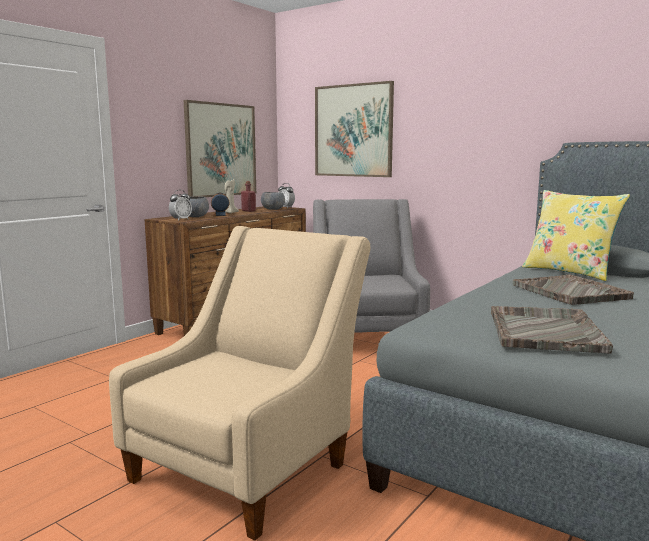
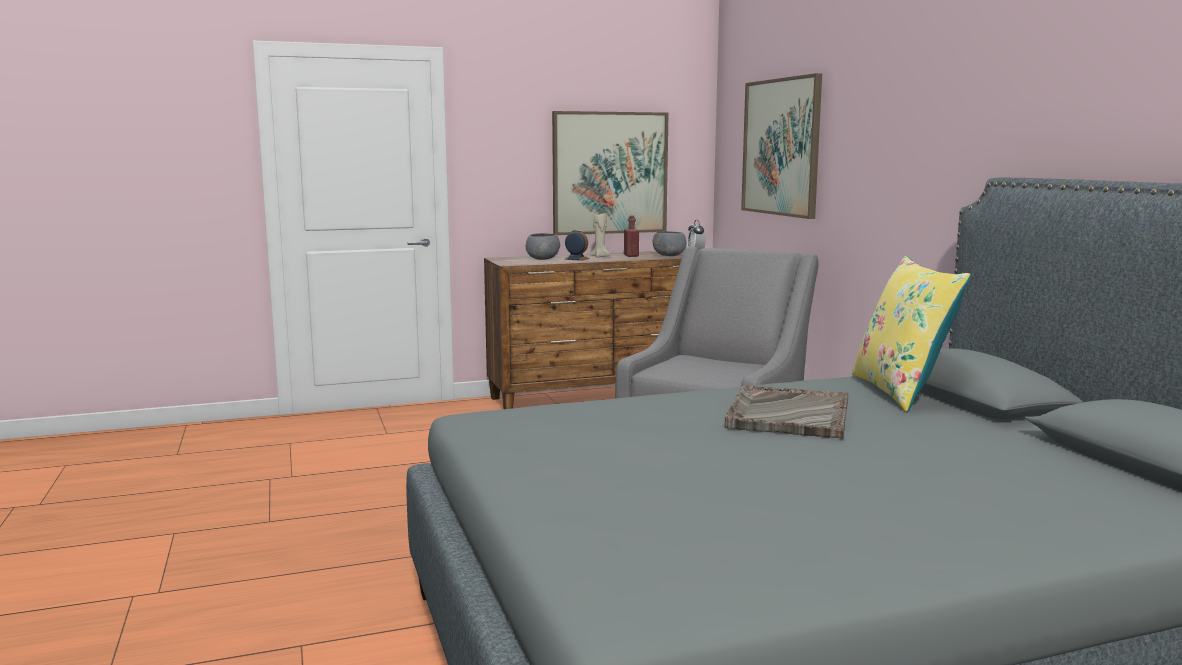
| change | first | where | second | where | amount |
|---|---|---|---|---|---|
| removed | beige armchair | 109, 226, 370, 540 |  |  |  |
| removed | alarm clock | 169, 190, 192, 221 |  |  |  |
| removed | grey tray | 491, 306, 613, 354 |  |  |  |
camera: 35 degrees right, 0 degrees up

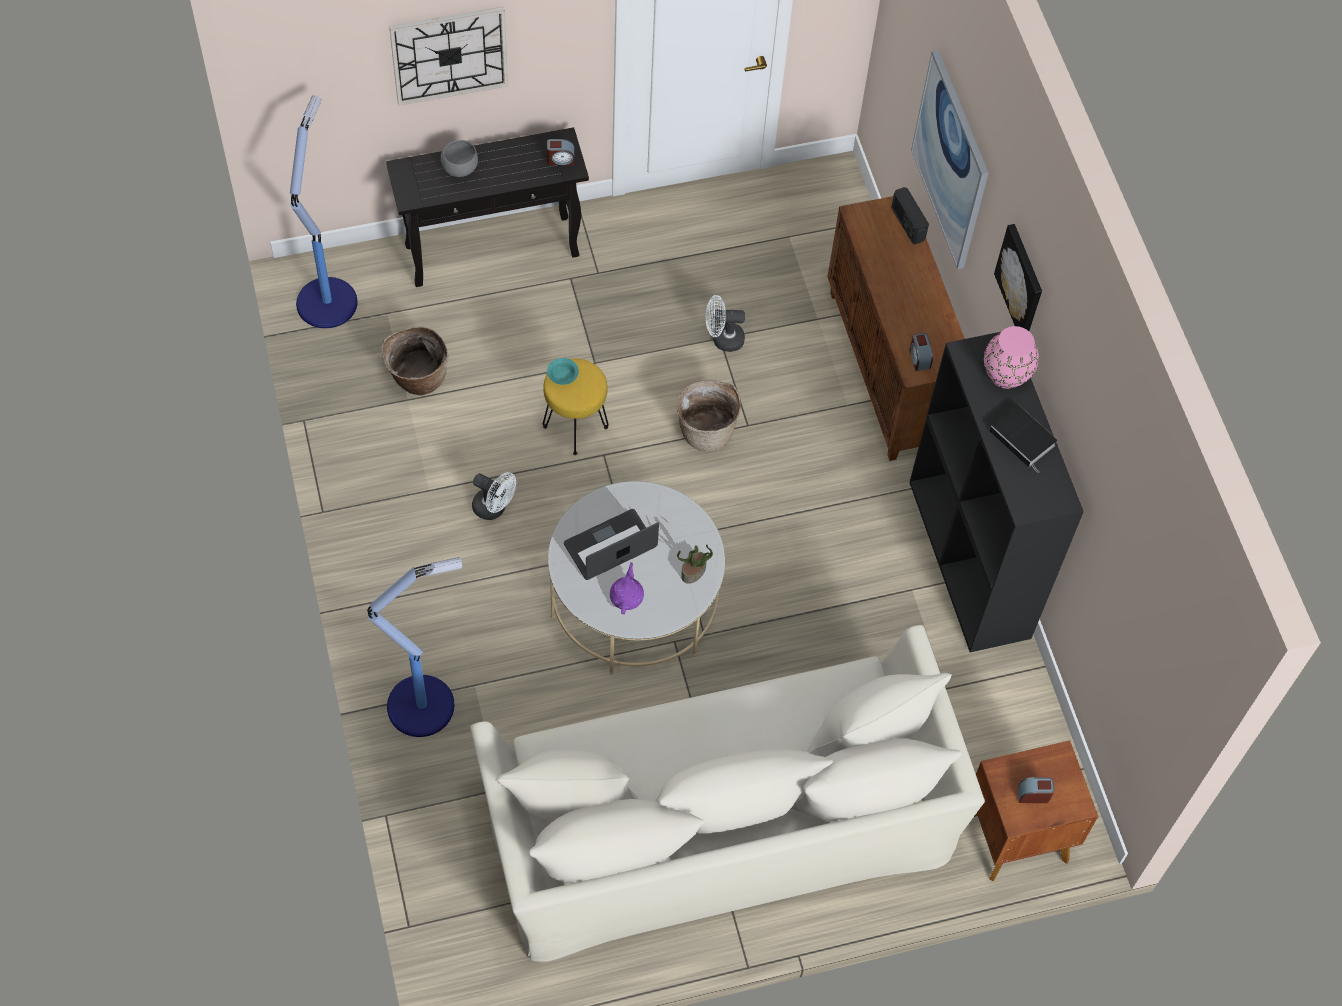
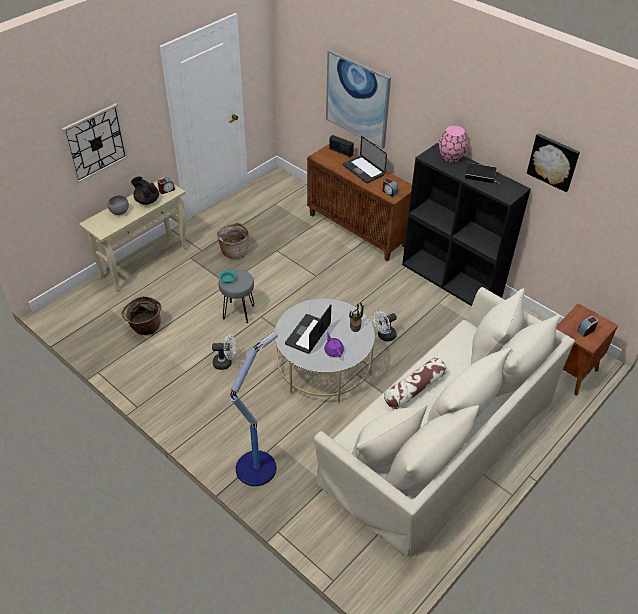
| change | first | where | second | where | amount |
|---|---|---|---|---|---|
| removed | floor lamp | 290, 95, 358, 328 |  |  |  |
| recoloured | black console table | 386, 127, 589, 287 | beige console table | 79, 177, 188, 292 |  |
| recoloured | yellow stool | 543, 359, 609, 455 | grey stool | 219, 269, 254, 323 |  |
| moved | basket | 677, 380, 741, 452 |  | 217, 223, 249, 259 |  |
| moved | white fan | 705, 295, 745, 352 |  | 373, 311, 397, 341 |  |
| moved | picture | 994, 224, 1042, 331 |  | 527, 134, 580, 192 |  |
| added |  |  | black teapot | 131, 176, 159, 205 |  |
| added |  |  | laptop | 343, 136, 387, 183 |  |
| added |  |  | pillow | 384, 357, 447, 409 |  |
camera: 30 degrees left, 15 degrees down

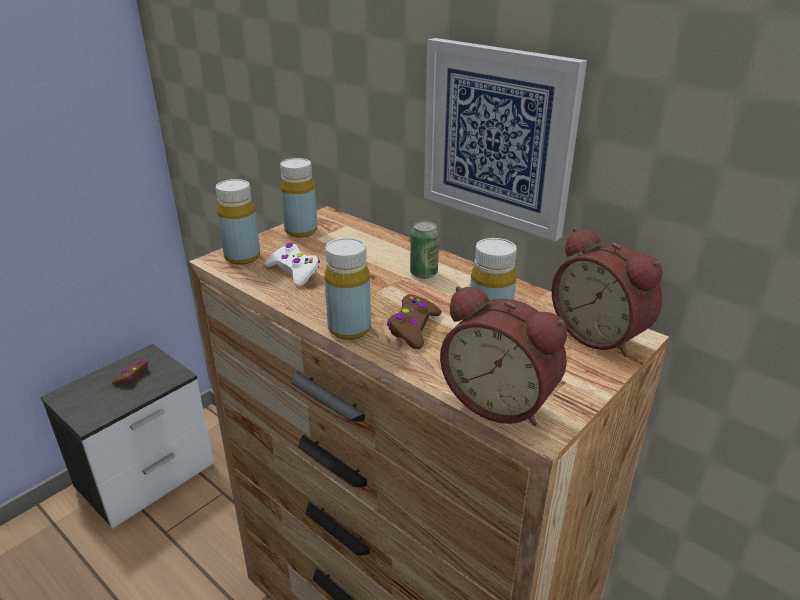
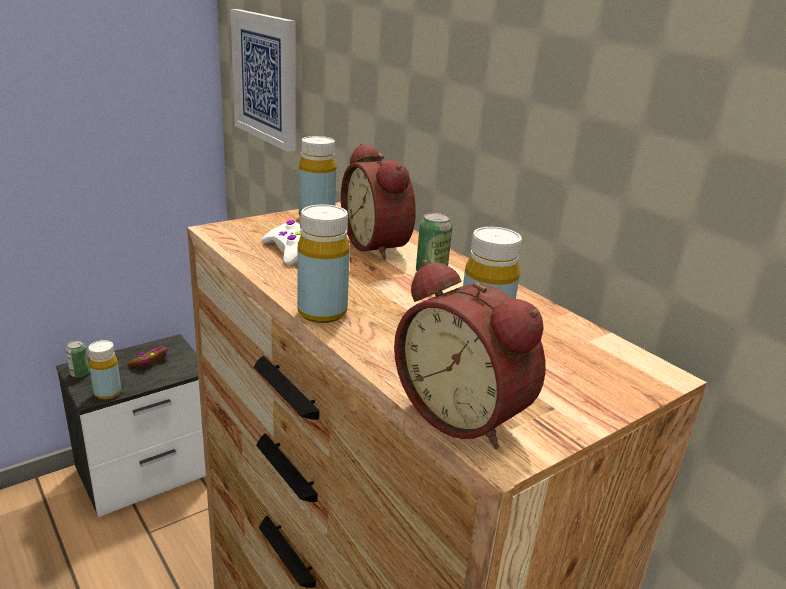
| change | first | where | second | where | amount |
|---|---|---|---|---|---|
| moved | yellow bottle | 216, 179, 260, 265 |  | 88, 340, 121, 400 |  |
| removed | brown game controller | 387, 294, 442, 349 |  |  |  |
| moved | picture | 424, 38, 587, 241 |  | 230, 9, 295, 152 |  |
| moved | alarm clock | 552, 227, 663, 357 |  | 341, 143, 416, 260 |  |
| added |  |  | can | 66, 340, 90, 377 |  |
camera: 10 degrees right, 5 degrees down

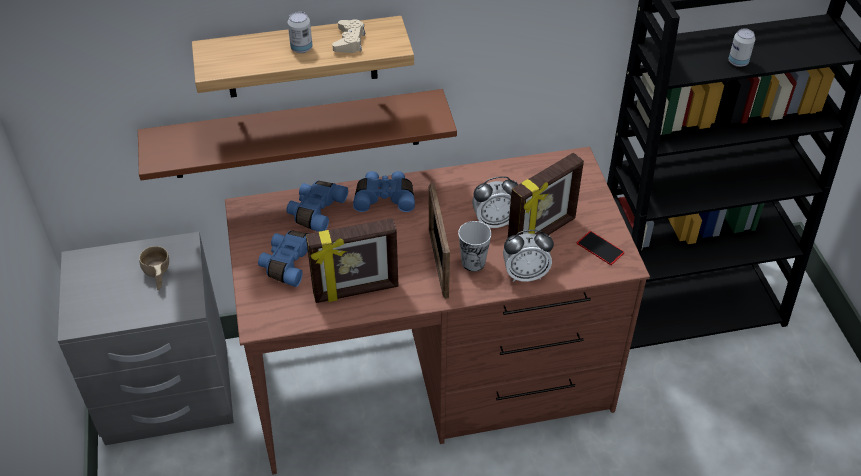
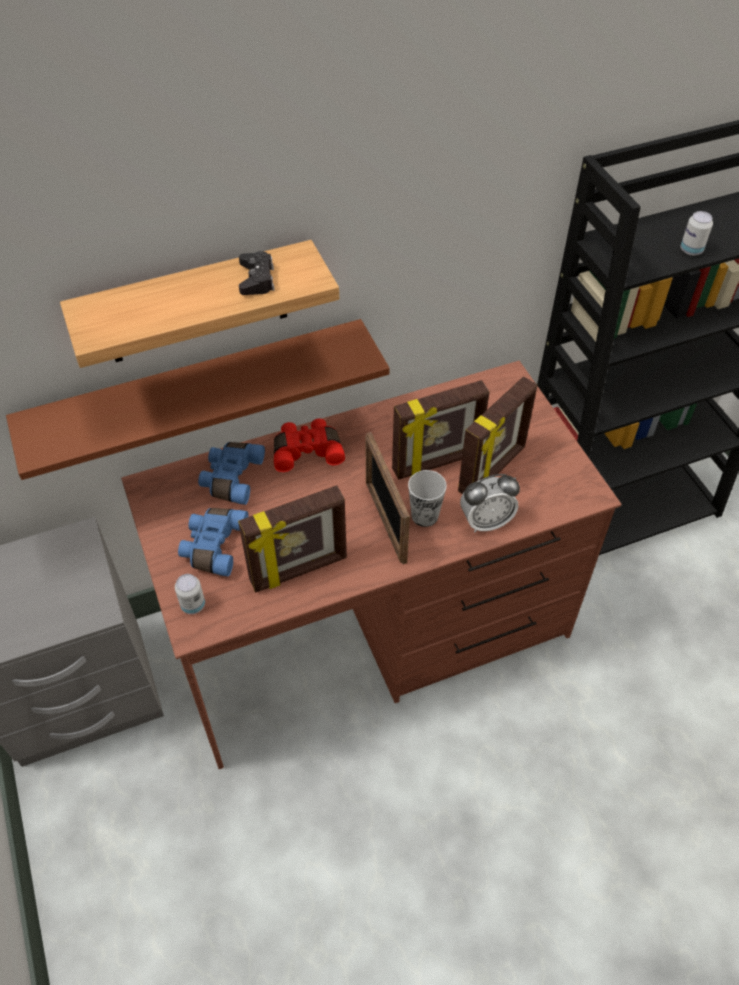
| change | first | where | second | where | amount |
|---|---|---|---|---|---|
| removed | beige cup | 139, 246, 169, 290 |  |  |  |
| moved | can | 288, 12, 313, 53 |  | 175, 574, 205, 614 |  |
| recoloured | beige game controller | 332, 19, 365, 53 | black game controller | 239, 251, 275, 295 |  |
| recoloured | blue binoculars | 353, 171, 415, 212 | red binoculars | 274, 418, 345, 472 |  |
| replaced | alarm clock | 472, 176, 518, 228 | picture frame | 392, 380, 489, 480 |  |
| removed | phone | 577, 231, 625, 265 |  |  |  |
camera: 10 degrees left, 5 degrees up

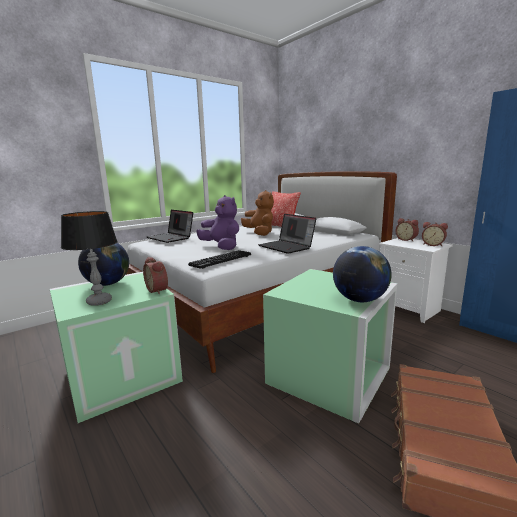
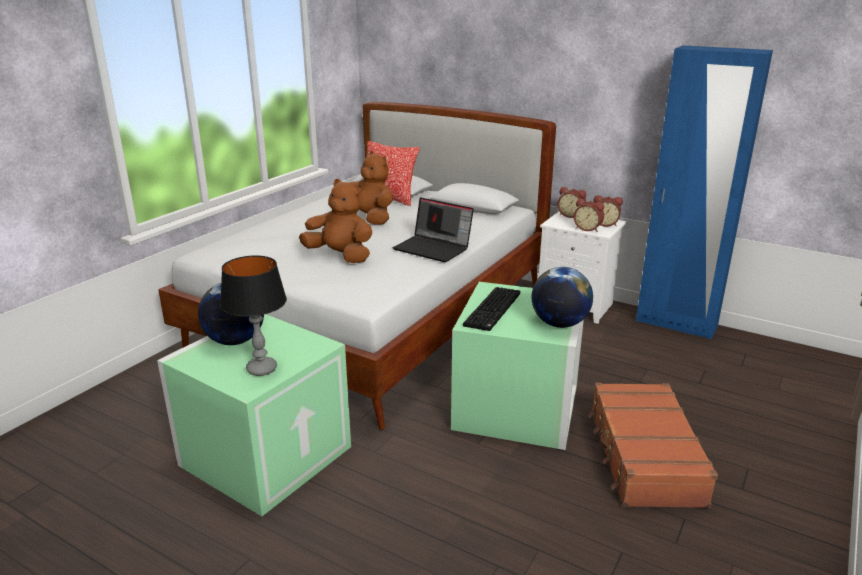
| change | first | where | second | where | amount |
|---|---|---|---|---|---|
| moved | alarm clock | 143, 257, 168, 295 |  | 574, 199, 604, 232 |  |
| removed | laptop | 147, 210, 193, 243 |  |  |  |
| moved | keyboard | 188, 250, 251, 269 |  | 463, 287, 520, 331 |  |
| recoloured | purple plush toy | 196, 195, 239, 250 | brown plush toy | 299, 179, 372, 263 |  |
camera: 20 degrees left, 10 degrees up

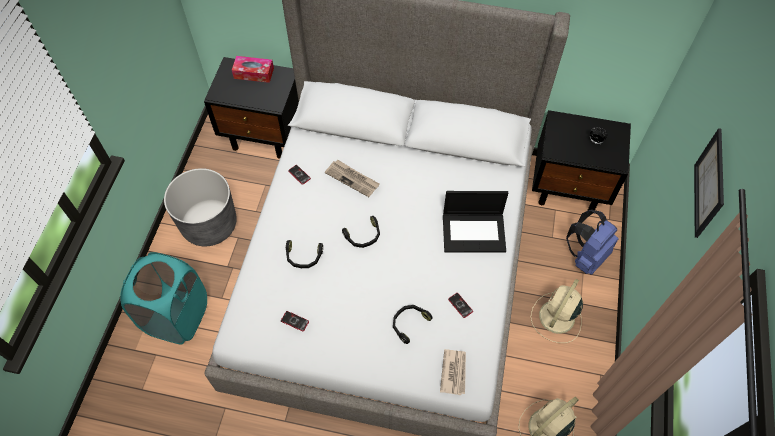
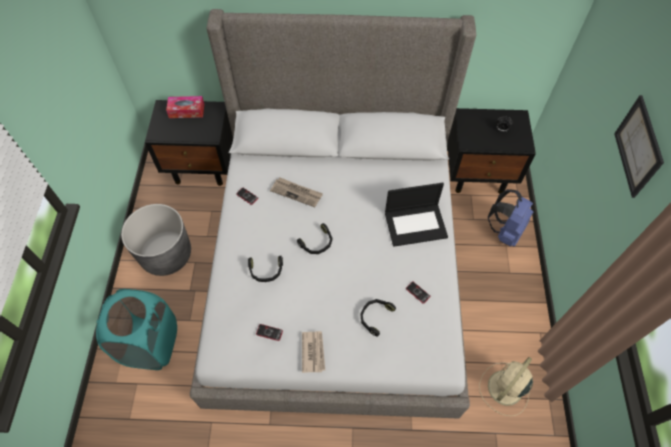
| change | first | where | second | where | amount |
|---|---|---|---|---|---|
| moved | newspaper | 440, 349, 466, 395 |  | 302, 331, 325, 373 |  |
| removed | beige fan | 531, 279, 583, 343 |  |  |  |
camera: 10 degrees left, 0 degrees up

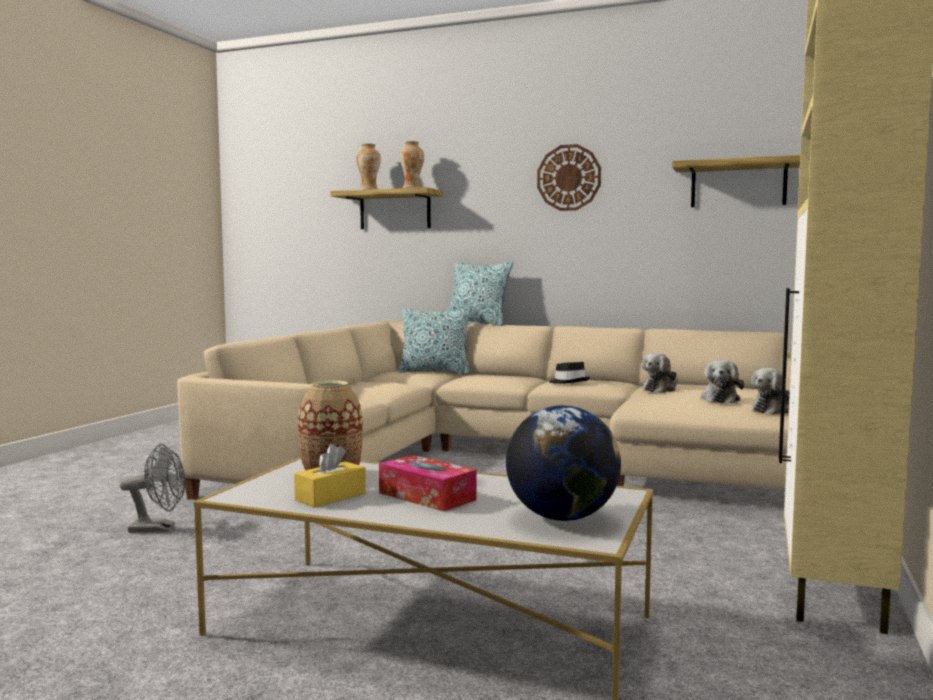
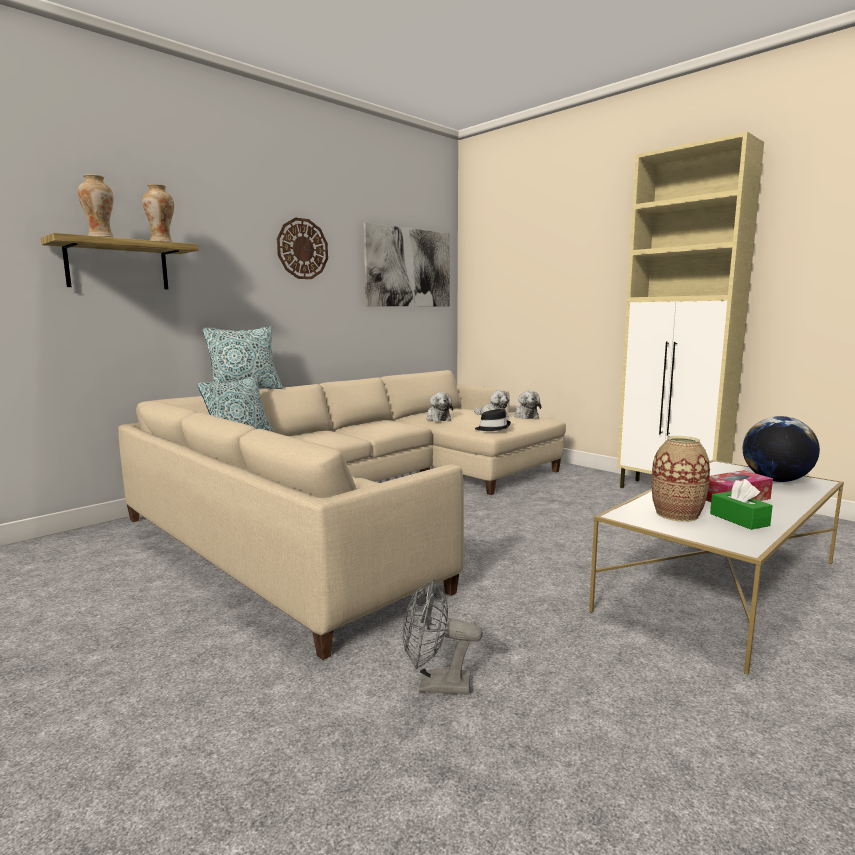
| change | first | where | second | where | amount |
|---|---|---|---|---|---|
| turned | grey fan | 120, 444, 185, 533 |  | 403, 579, 483, 695 | 105 degrees counterclockwise |
| recoloured | yellow tissue box | 294, 444, 366, 507 | green tissue box | 710, 479, 773, 530 |  |
| moved | black hat | 549, 362, 590, 384 |  | 475, 409, 511, 431 |  |
| replaced | shelf | 672, 155, 800, 207 | picture | 364, 222, 450, 307 |  |
camera: 65 degrees left, 5 degrees up

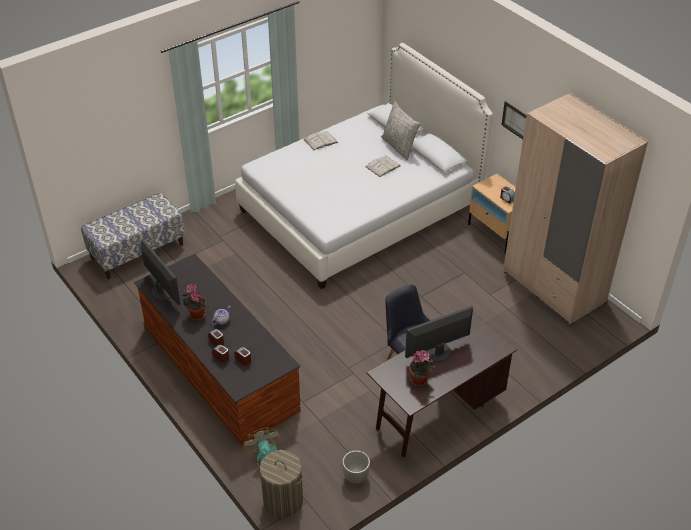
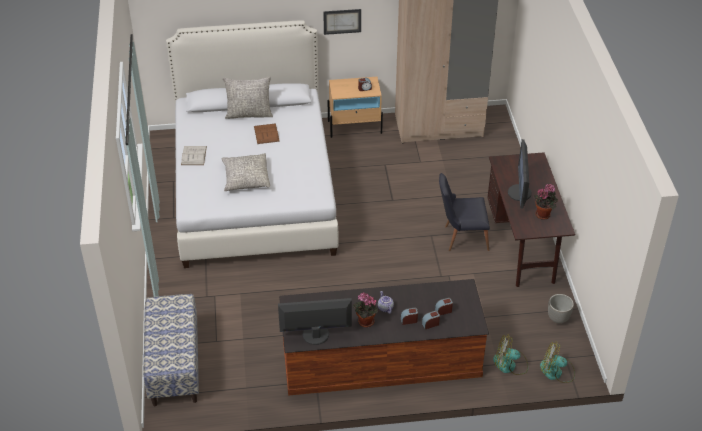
| change | first | where | second | where | amount |
|---|---|---|---|---|---|
| replaced | laundry basket | 257, 450, 304, 518 | fan | 540, 341, 575, 383 |  |
| recoloured | white book | 365, 155, 400, 177 | brown book | 254, 123, 280, 144 |  |
| added |  |  | grey pillow | 221, 153, 270, 191 |  |
camera: 60 degrees left, 0 degrees up

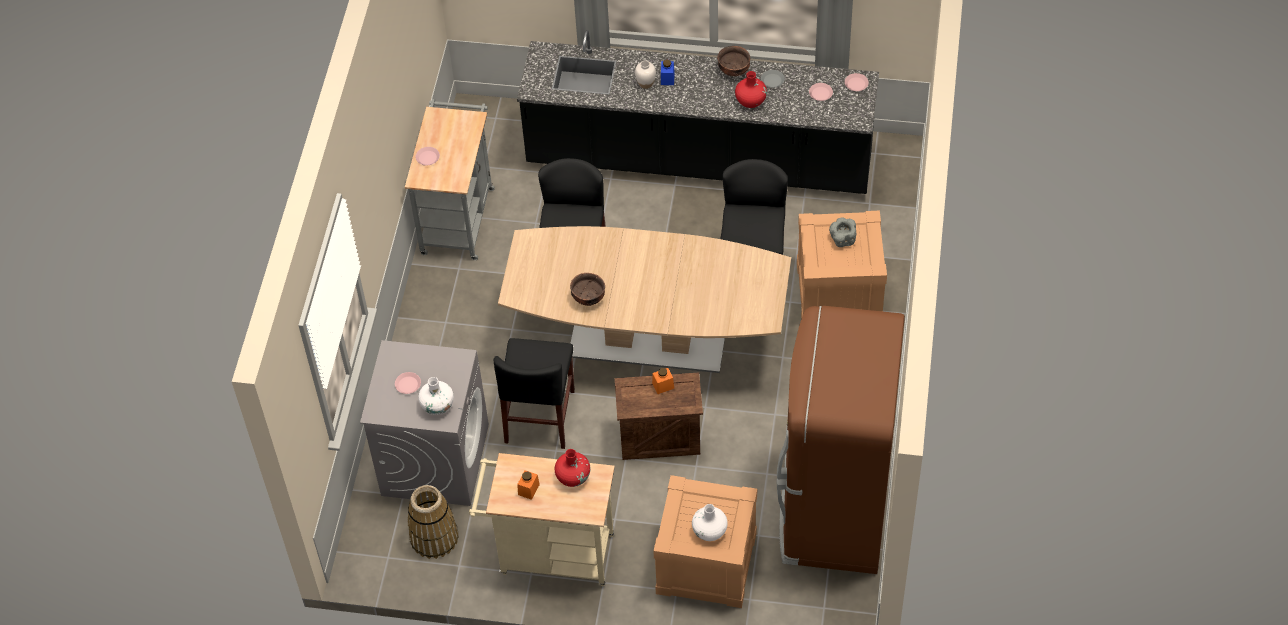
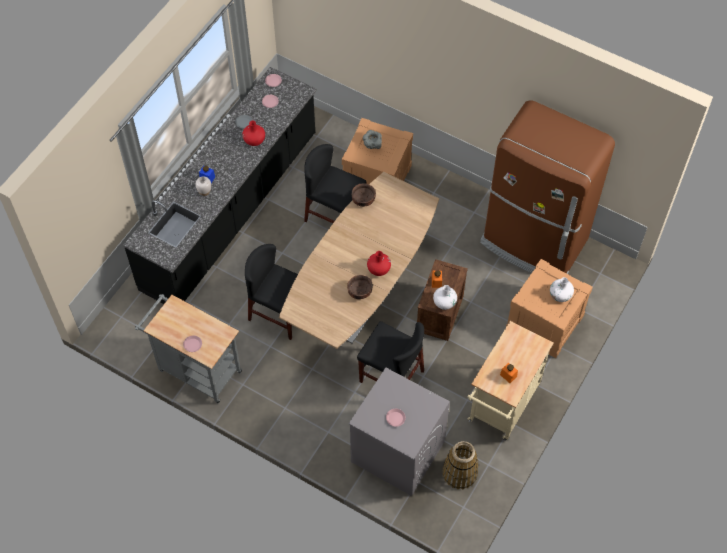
| change | first | where | second | where | amount |
|---|---|---|---|---|---|
| moved | white vase | 418, 377, 454, 415 |  | 433, 285, 457, 310 |  |
| moved | red vase | 555, 449, 590, 487 |  | 367, 251, 391, 276 |  |
| moved | brown bowl | 717, 46, 750, 76 |  | 351, 183, 376, 207 |  |
camera: 70 degrees left, 5 degrees up

